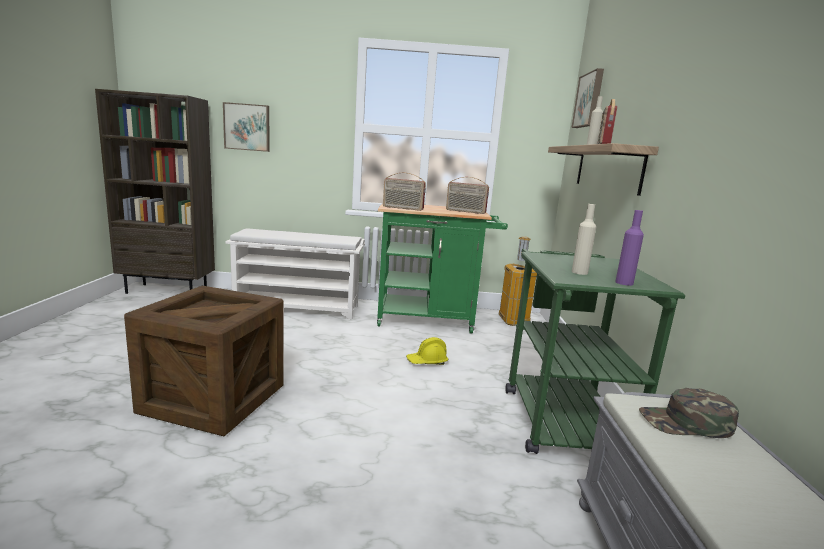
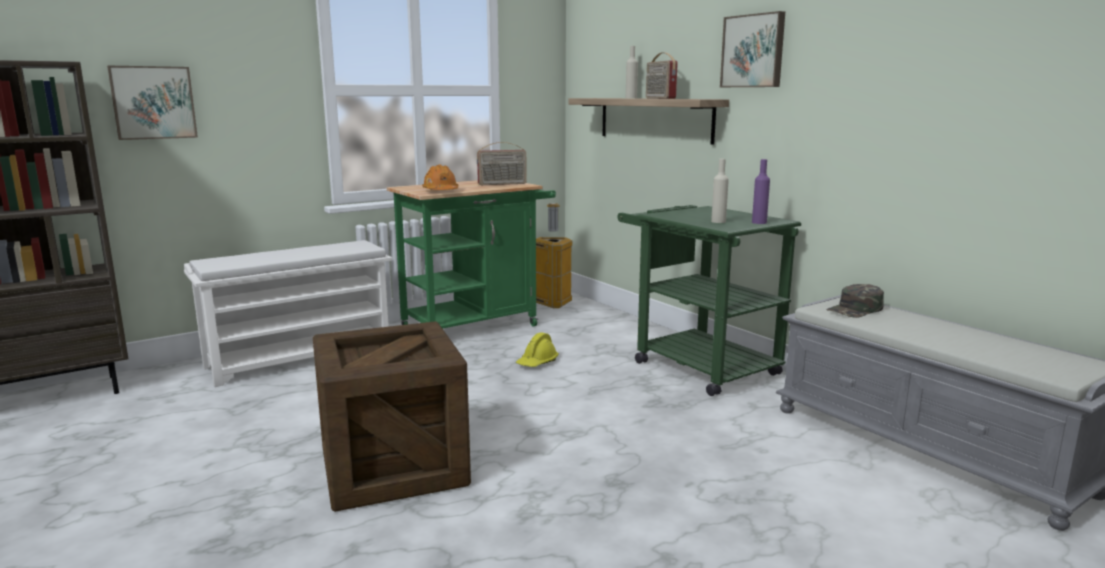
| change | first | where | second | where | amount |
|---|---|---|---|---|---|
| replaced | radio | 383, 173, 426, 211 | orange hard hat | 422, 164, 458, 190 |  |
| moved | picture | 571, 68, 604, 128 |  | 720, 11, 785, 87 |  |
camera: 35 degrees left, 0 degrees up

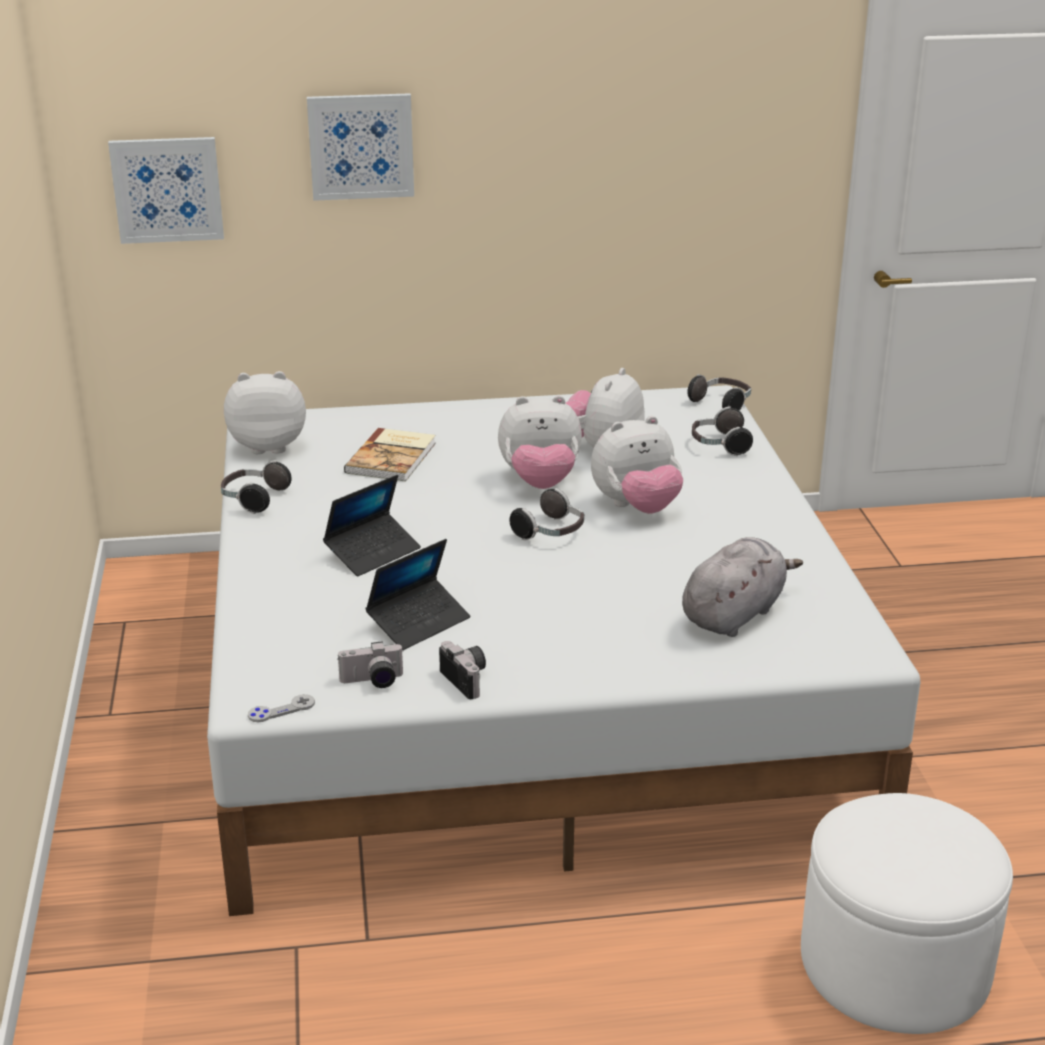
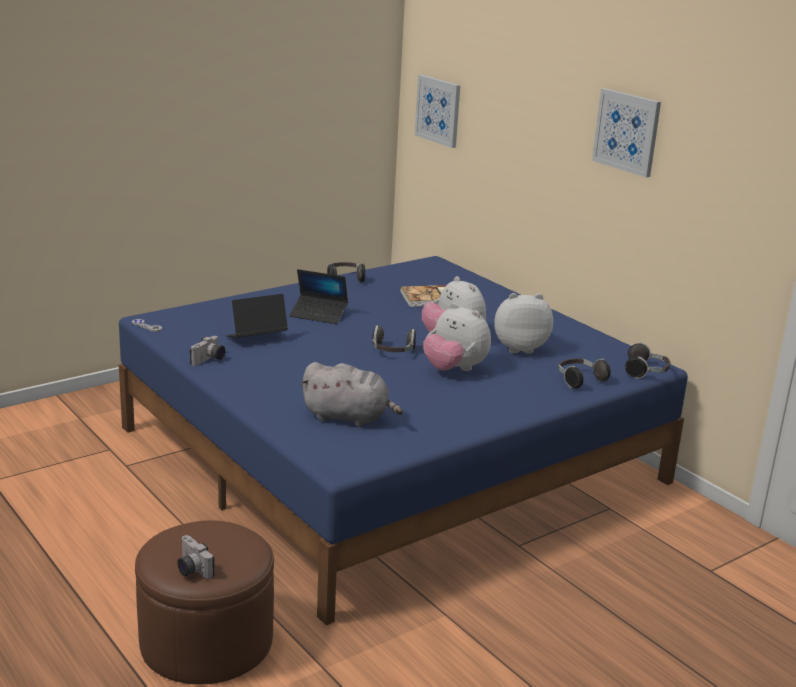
| change | first | where | second | where | amount |
|---|---|---|---|---|---|
| recoloured | white bed | 207, 385, 921, 916 | blue bed | 119, 256, 688, 625 |  |
| removed | plush toy | 224, 371, 306, 454 |  |  |  |
| moved | picture | 307, 93, 414, 201 |  | 592, 88, 661, 178 |  |
| moved | photo camera | 337, 641, 404, 688 |  | 177, 535, 214, 579 |  |
| turned | laptop | 365, 539, 470, 650 |  | 226, 294, 288, 338 | 135 degrees clockwise |
| recoloured | white ottoman | 801, 793, 1013, 1034 | brown ottoman | 135, 520, 274, 684 |  |
camera: 60 degrees right, 5 degrees down

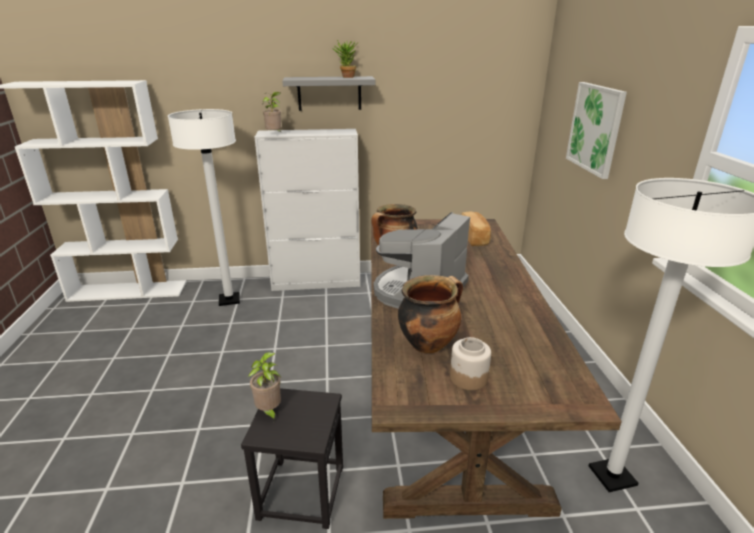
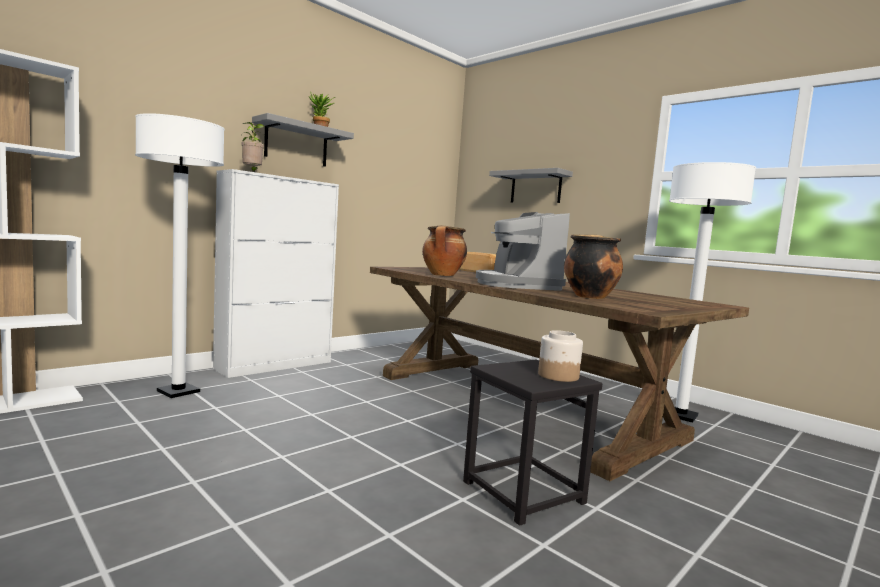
| change | first | where | second | where | amount |
|---|---|---|---|---|---|
| removed | potted plant | 248, 352, 281, 422 |  |  |  |
| moved | jar | 450, 337, 491, 390 |  | 538, 330, 583, 382 |  |
| replaced | picture | 566, 82, 627, 179 | grey shelf | 489, 168, 573, 203 |  |
camera: 40 degrees left, 20 degrees down

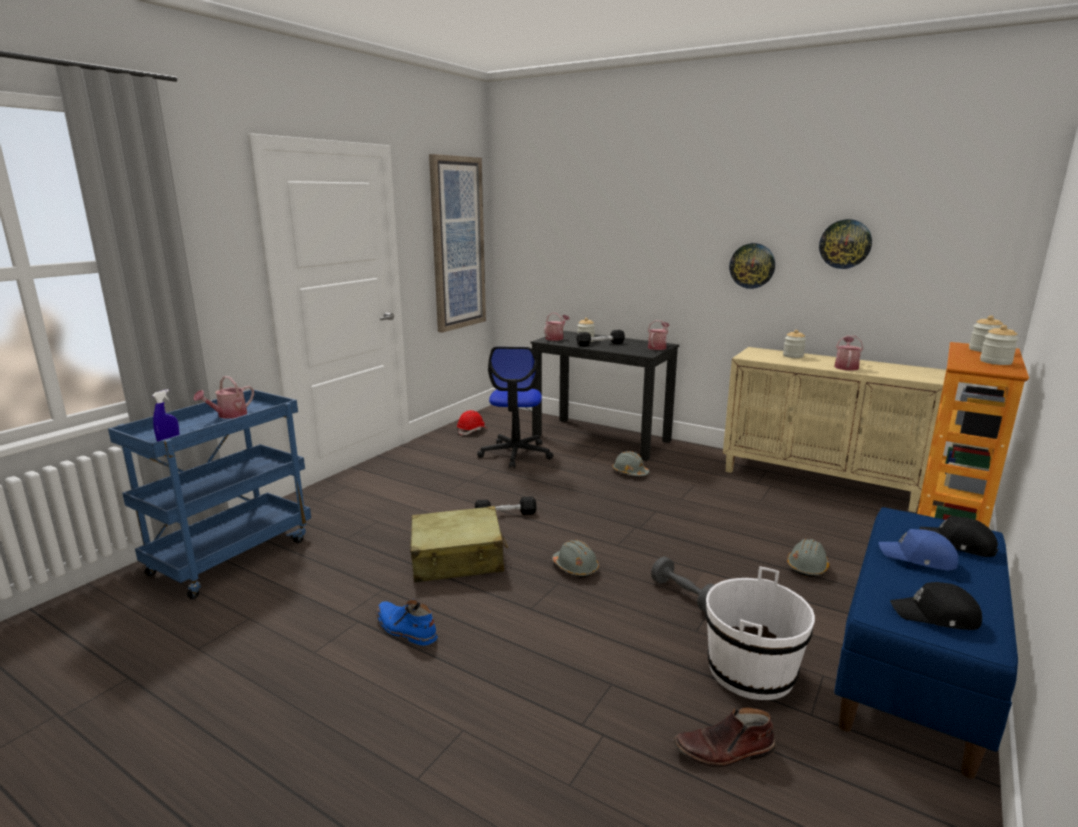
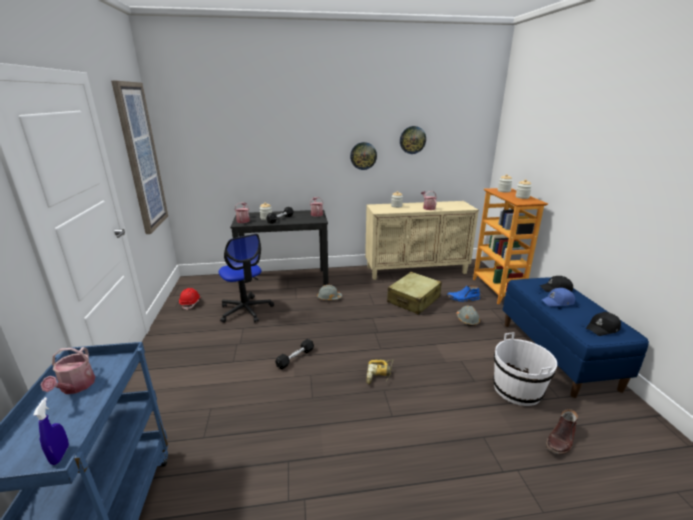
| change | first | where | second | where | amount |
|---|---|---|---|---|---|
| moved | blue boot | 377, 599, 438, 645 |  | 447, 285, 480, 302 |  |
| moved | beige suitcase | 410, 506, 508, 583 |  | 387, 272, 442, 315 |  |
| replaced | grey hard hat | 552, 540, 599, 577 | power drill | 366, 360, 394, 384 |  |
| removed | grey dumbbell | 651, 557, 714, 612 |  |  |  |
camera: 40 degrees left, 5 degrees up

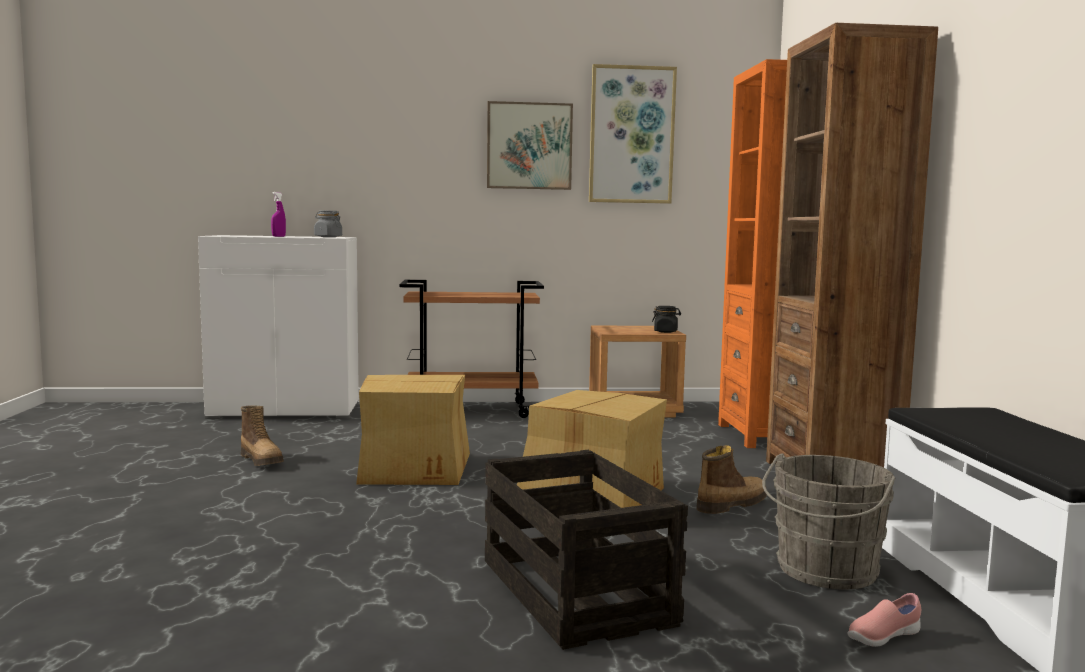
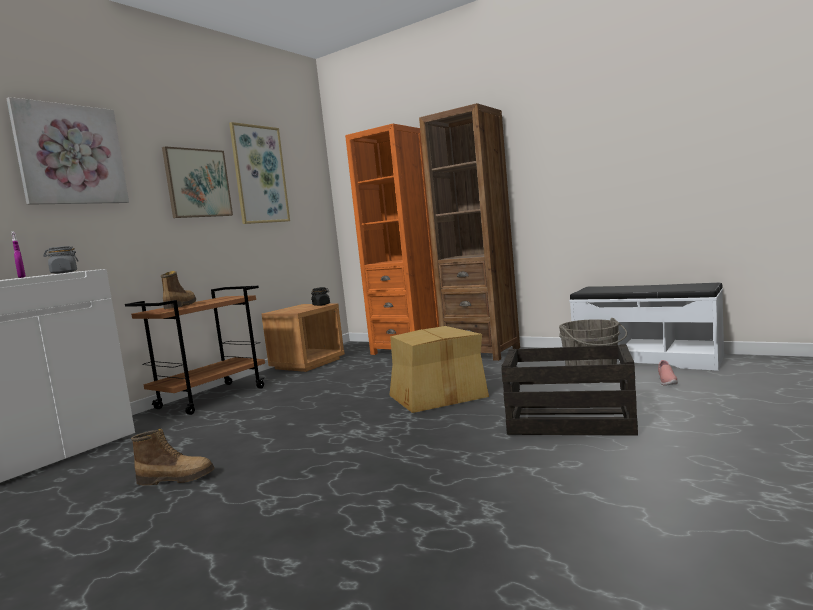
| change | first | where | second | where | amount |
|---|---|---|---|---|---|
| removed | cardboard box | 356, 375, 470, 485 |  |  |  |
| moved | boot | 696, 445, 767, 514 |  | 161, 271, 196, 309 |  |
| added |  |  | picture | 6, 97, 129, 205 |  |
camera: 50 degrees left, 0 degrees up

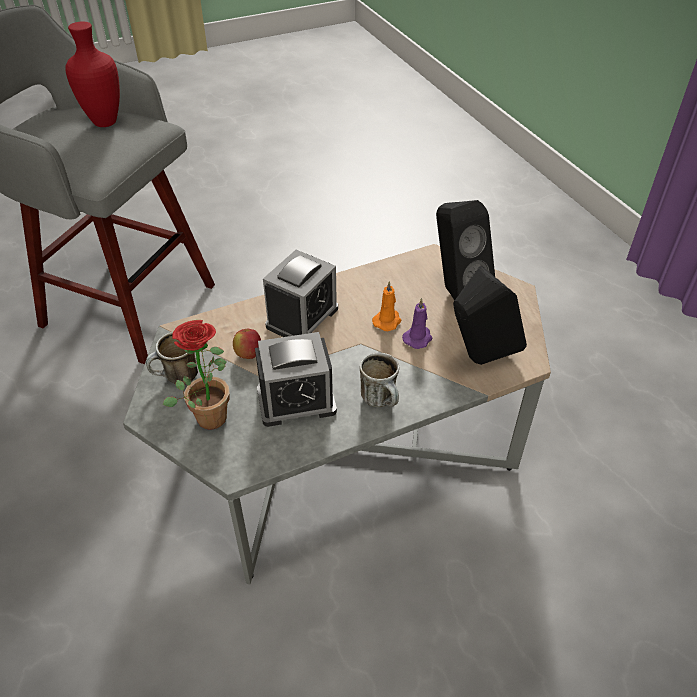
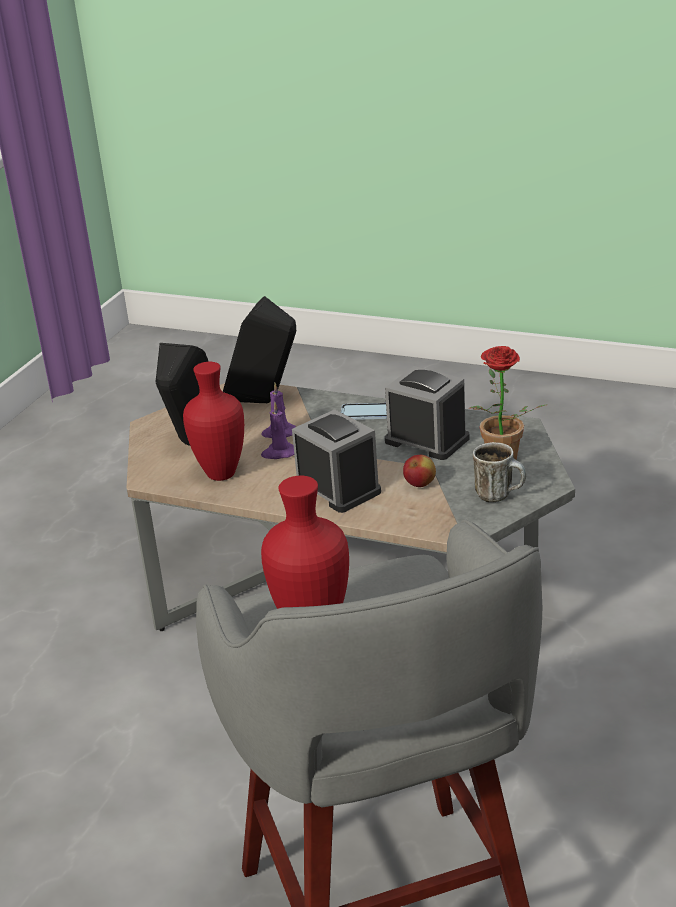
| change | first | where | second | where | amount |
|---|---|---|---|---|---|
| turned | alarm clock | 263, 250, 338, 337 |  | 292, 409, 381, 513 | 60 degrees clockwise |
| replaced | mug | 360, 353, 399, 407 | phone | 341, 403, 387, 420 |  |
| recoloured | orange candle | 372, 281, 401, 331 | purple candle | 261, 402, 294, 459 |  |
| added |  |  | red vase | 183, 362, 244, 481 |  |
camera: 130 degrees left, 15 degrees down

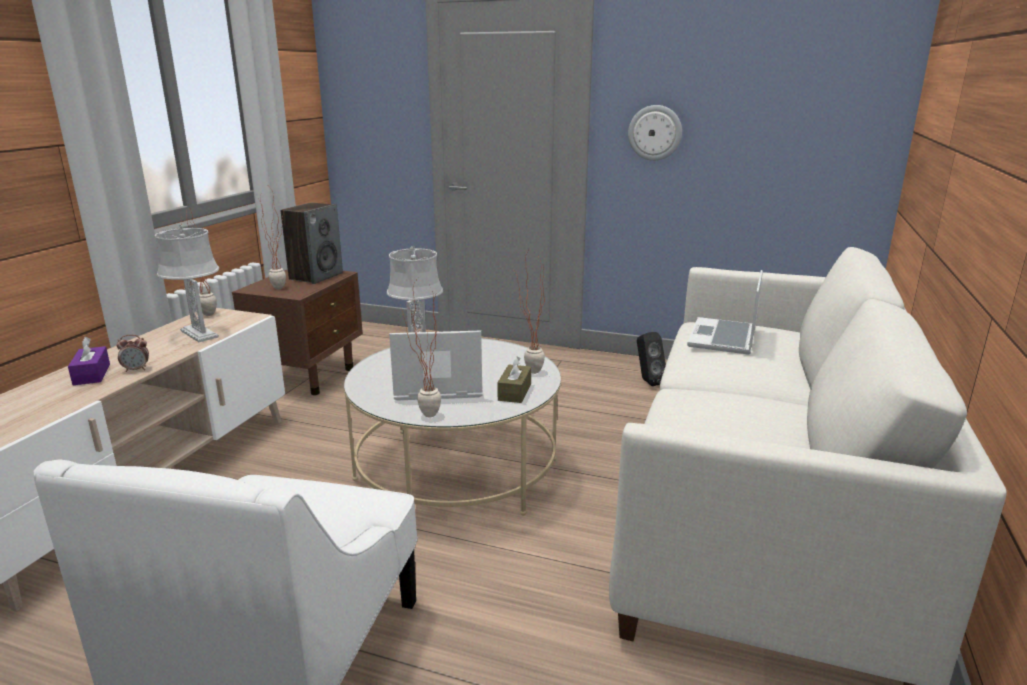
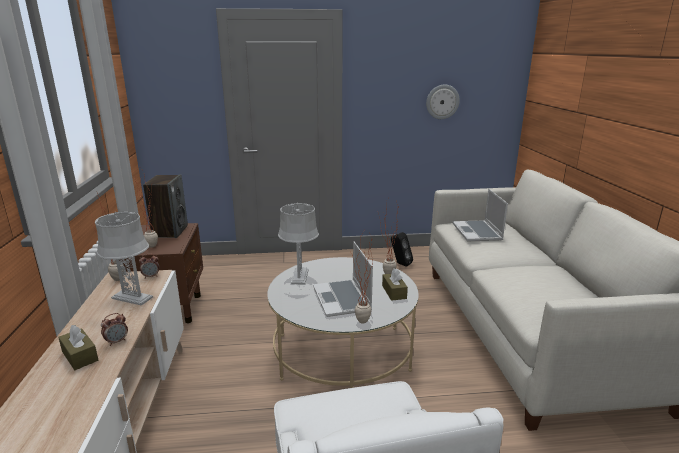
| change | first | where | second | where | amount |
|---|---|---|---|---|---|
| recoloured | purple tissue box | 68, 337, 110, 385 | brown tissue box | 58, 325, 98, 370 |  |
| turned | laptop | 389, 330, 482, 401 |  | 313, 241, 373, 317 | 75 degrees counterclockwise |
| moved | wall clock | 628, 105, 682, 161 |  | 426, 84, 460, 119 |  |
| added |  |  | alarm clock | 139, 254, 159, 278 |  |
camera: 25 degrees left, 0 degrees up

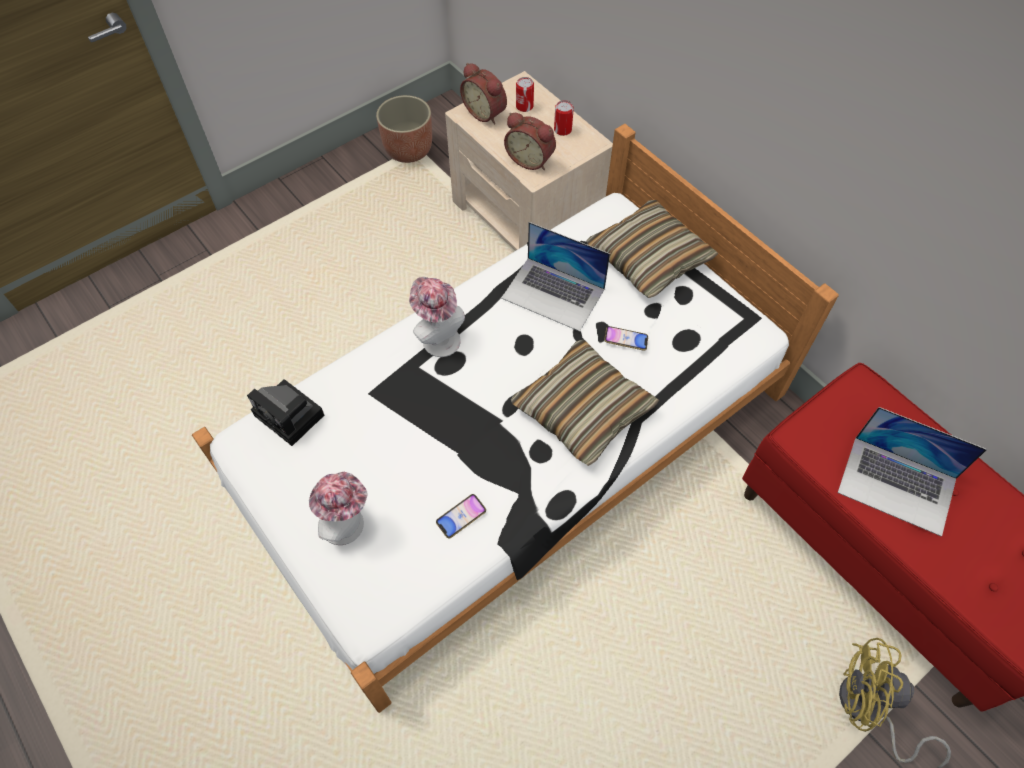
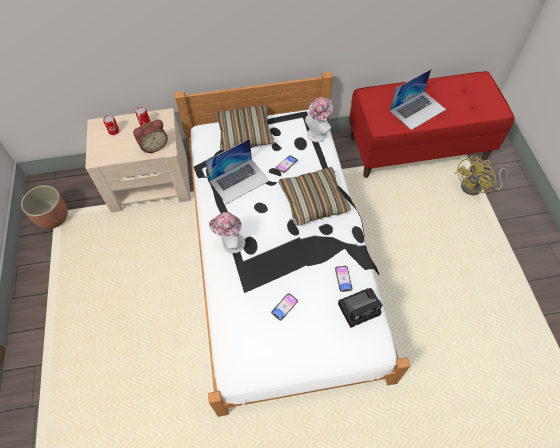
| change | first | where | second | where | amount |
|---|---|---|---|---|---|
| moved | photo camera | 247, 379, 324, 446 |  | 338, 288, 382, 328 |  |
| moved | hat | 309, 472, 368, 545 |  | 305, 97, 333, 142 |  |
| removed | alarm clock | 460, 63, 507, 124 |  |  |  |
| added |  |  | phone | 271, 293, 298, 321 |  |
camera: 60 degrees left, 0 degrees up

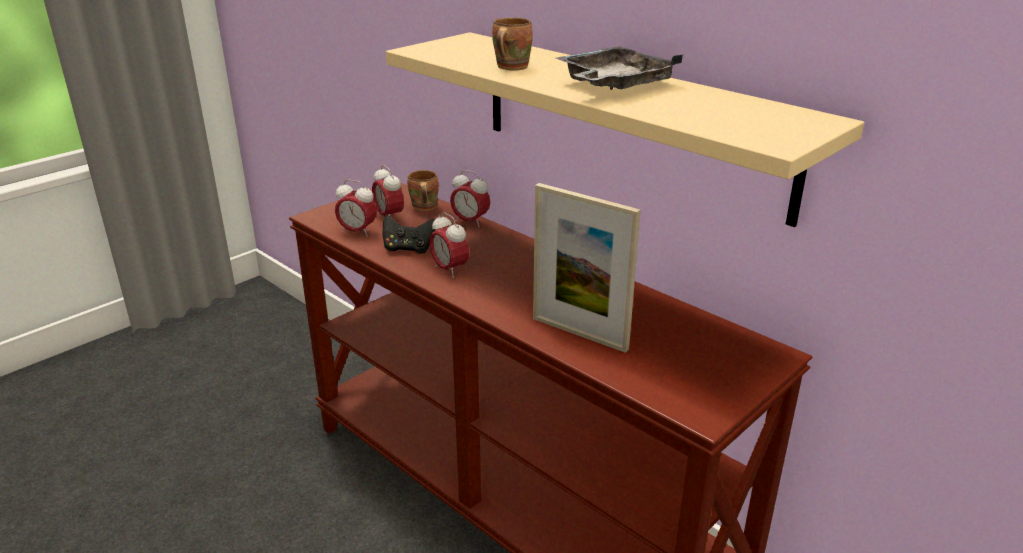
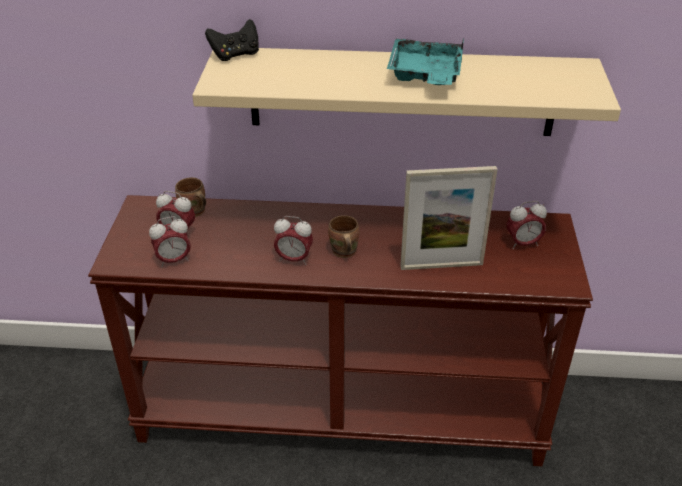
| change | first | where | second | where | amount |
|---|---|---|---|---|---|
| moved | black game controller | 382, 215, 436, 254 |  | 205, 19, 259, 61 |  |
| moved | alarm clock | 450, 170, 490, 227 |  | 507, 201, 547, 249 |  |
| moved | brown mug | 492, 18, 533, 71 |  | 328, 215, 360, 258 |  |
| recoloured | grey tray | 556, 46, 683, 90 | turquoise tray | 387, 39, 464, 85 |  |
camera: 40 degrees left, 10 degrees up

